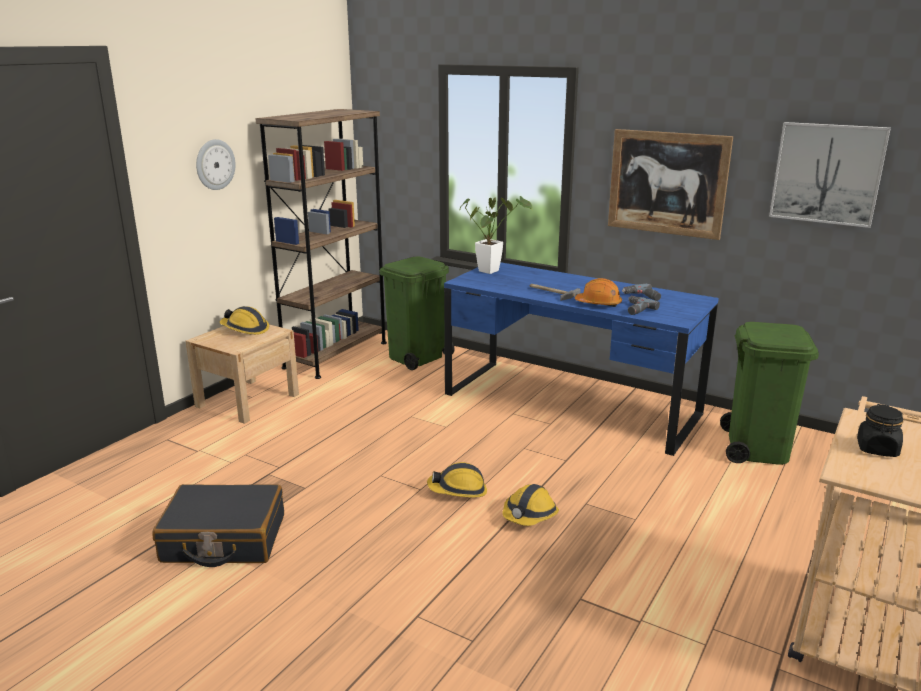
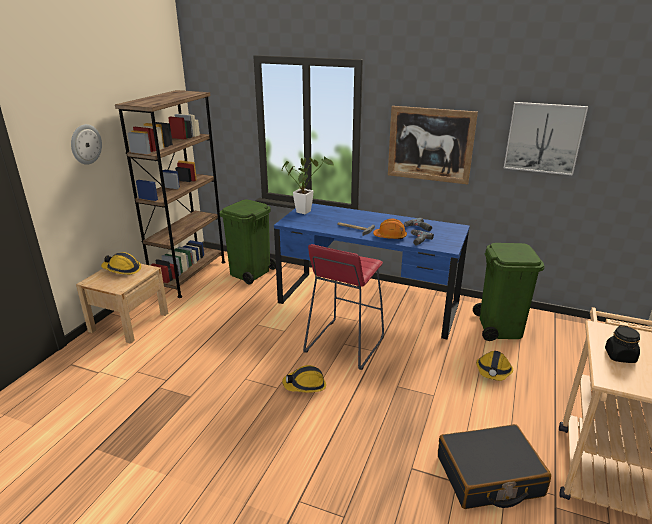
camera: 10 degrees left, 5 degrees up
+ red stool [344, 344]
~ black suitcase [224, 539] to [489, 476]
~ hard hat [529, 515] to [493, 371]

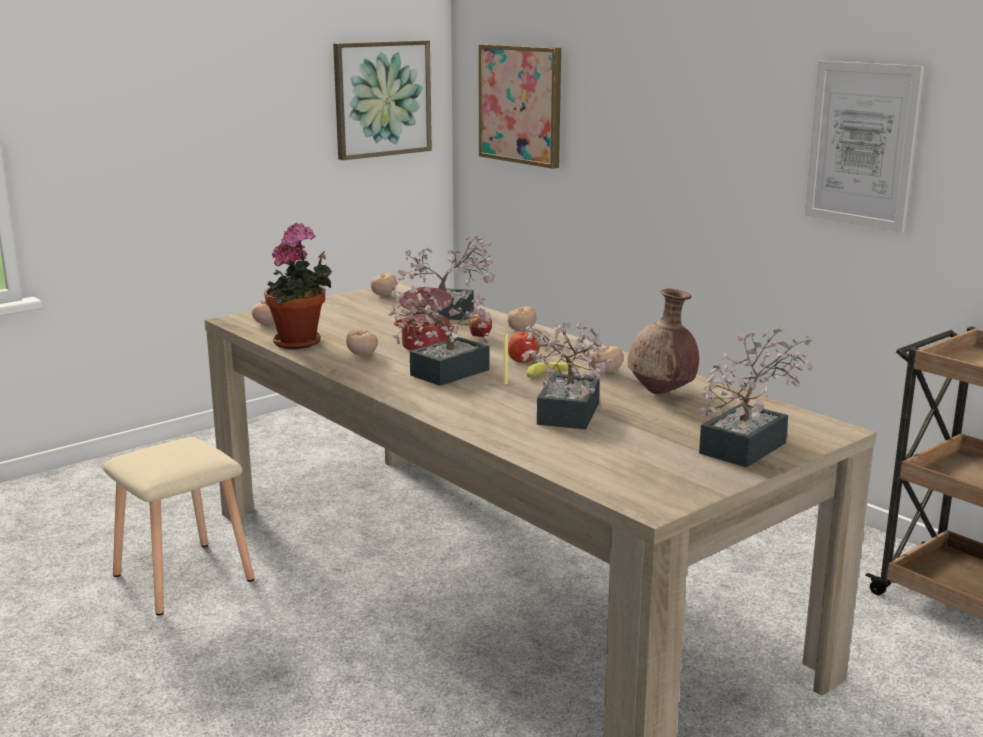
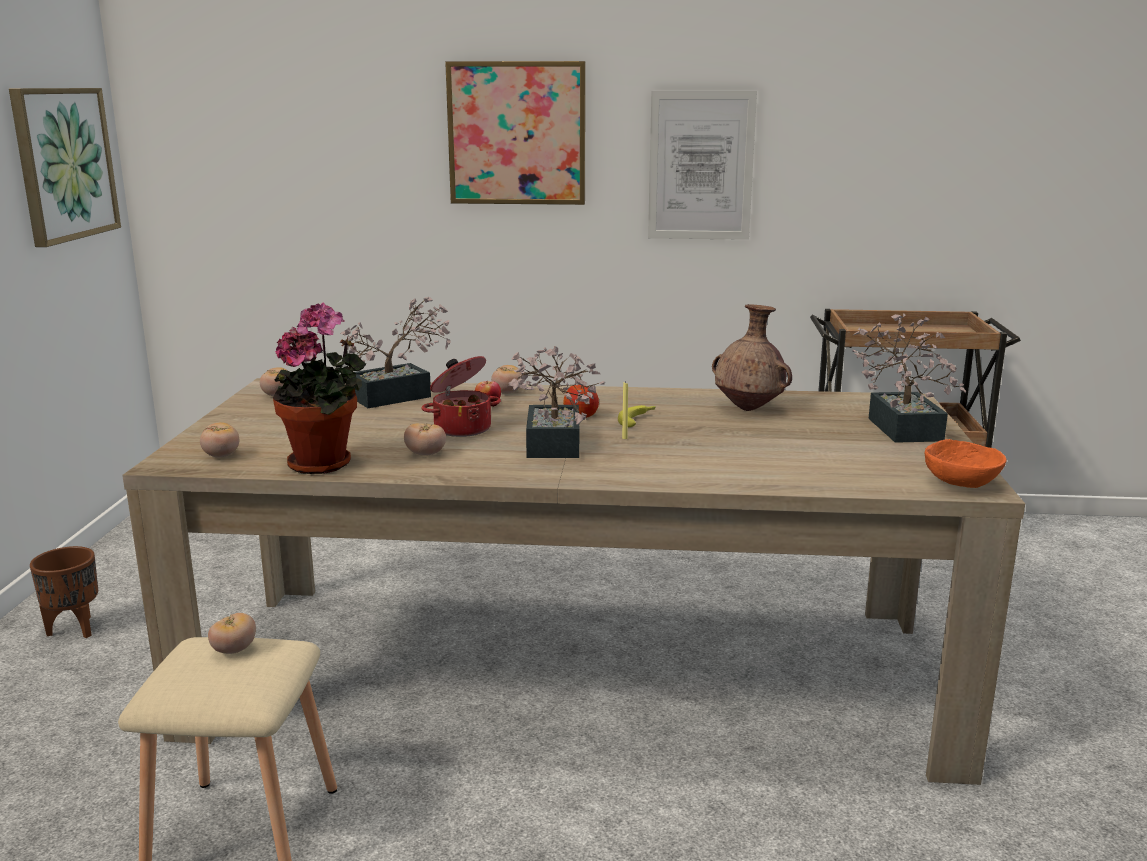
camera: 45 degrees left, 0 degrees up
+ brown planter [75, 630]
~ tomato [605, 372] to [234, 650]
~ picture [521, 104] to [517, 133]
+ orange bowl [960, 483]
- potted plant [565, 417]

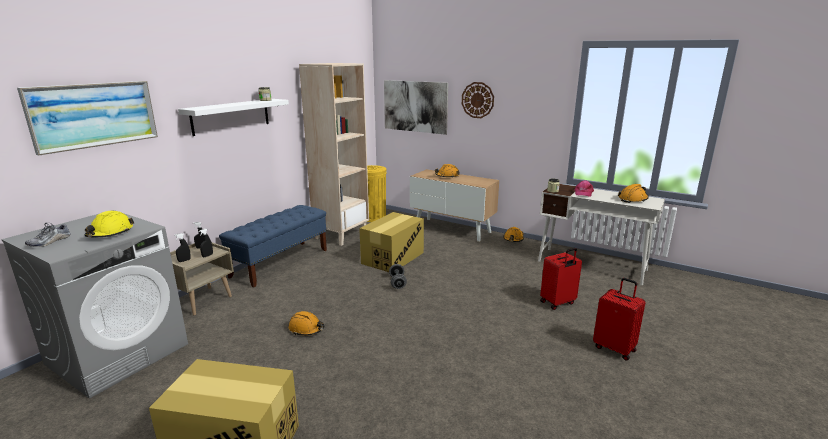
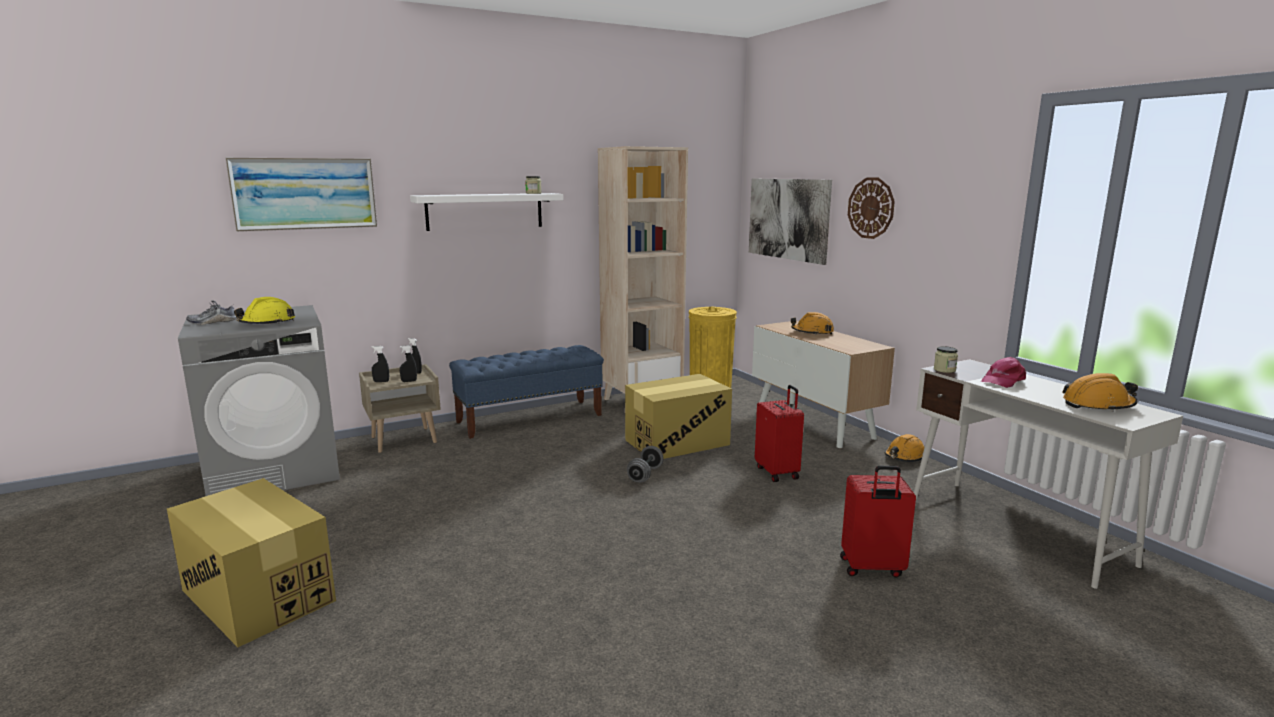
camera: 30 degrees right, 5 degrees down
~ red suitcase [614, 348] to [778, 472]
- orange hard hat [306, 329]

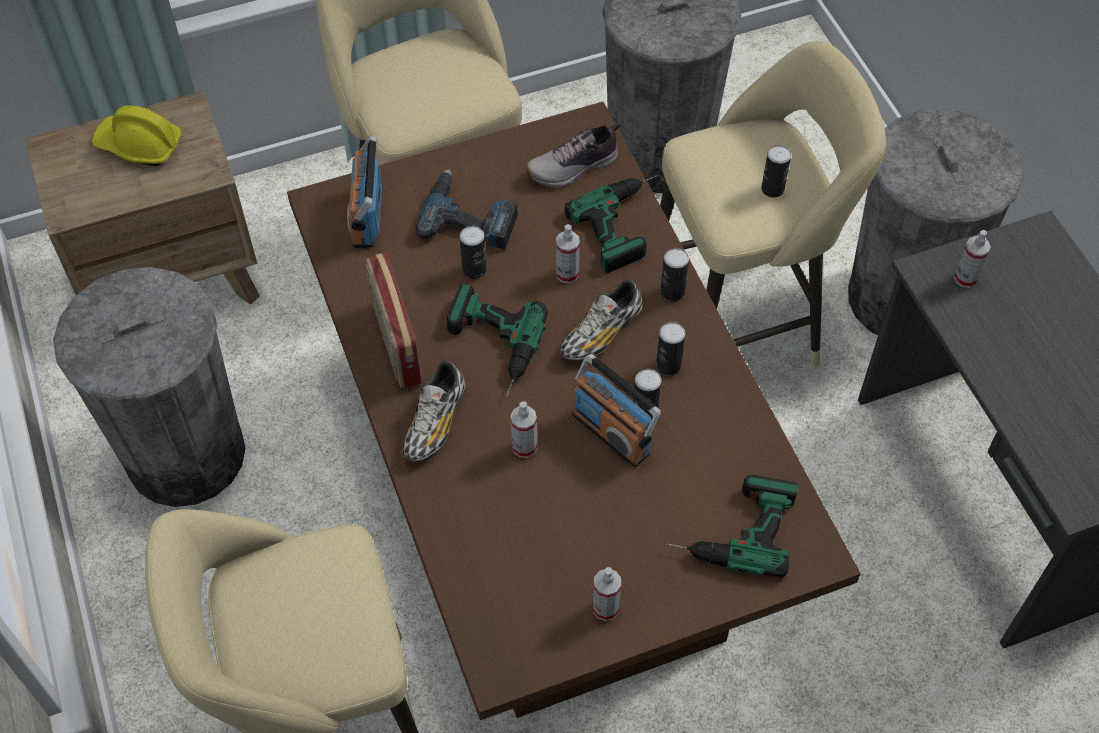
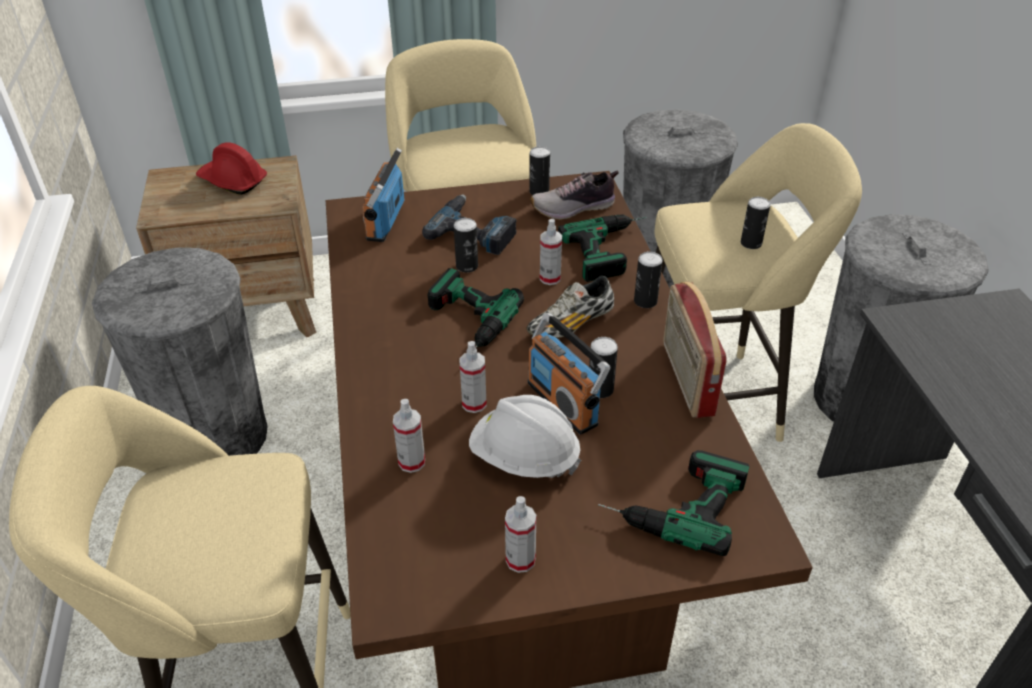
camera: 10 degrees right, 15 degrees down
~ yellow hard hat [139, 145] to red hard hat [232, 181]
~ spray bottle [965, 278] to [412, 462]
+ white hard hat [524, 458]
~ can [668, 365] to [539, 191]
~ radio [395, 343] to [686, 378]
- shoe [435, 423]

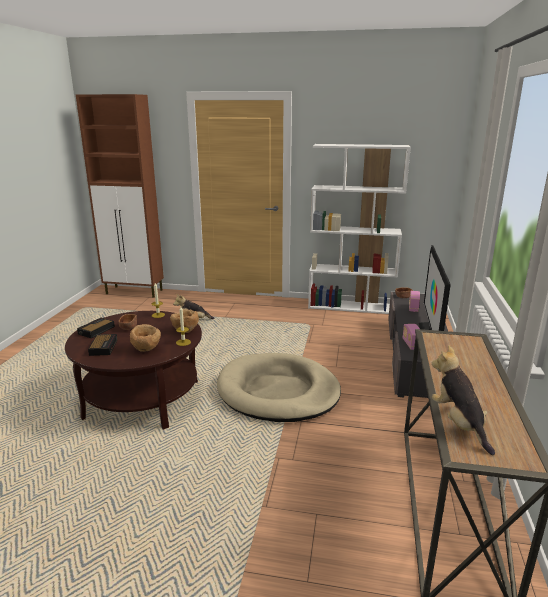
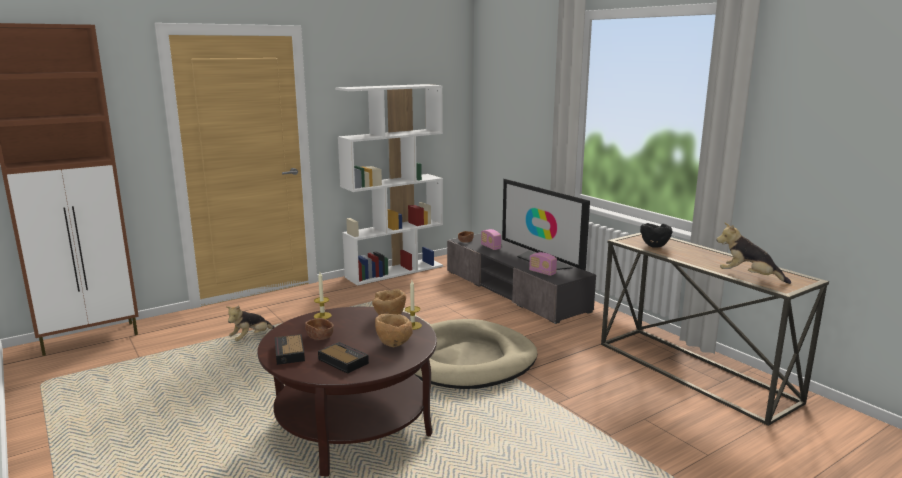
camera: 45 degrees left, 5 degrees down
+ black bowl [654, 246]

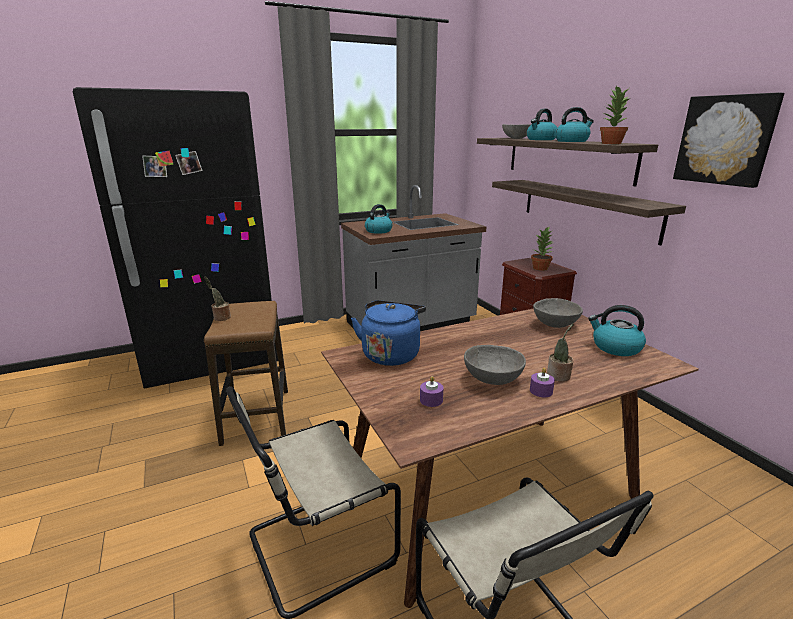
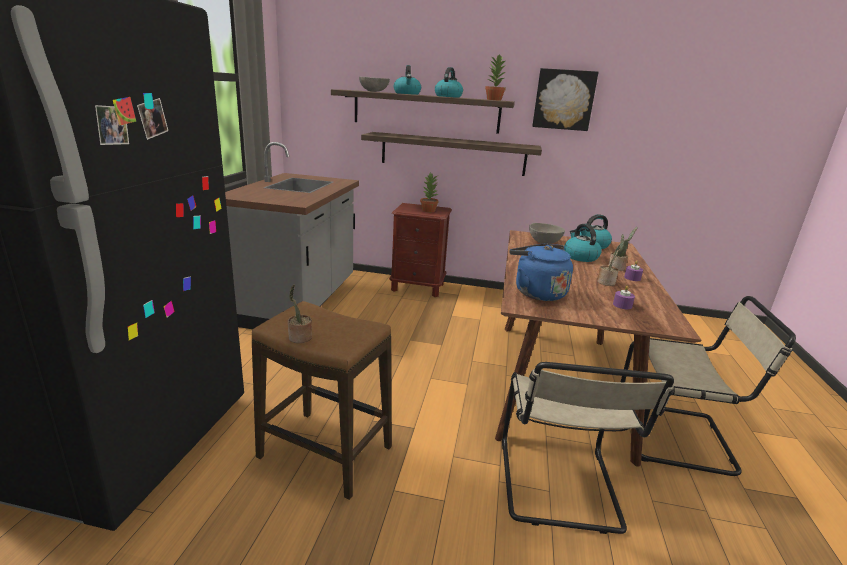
camera: 55 degrees left, 0 degrees up
~ kettle [378, 231] to [580, 257]
~ grey bowl [491, 379] to potted plant [607, 282]

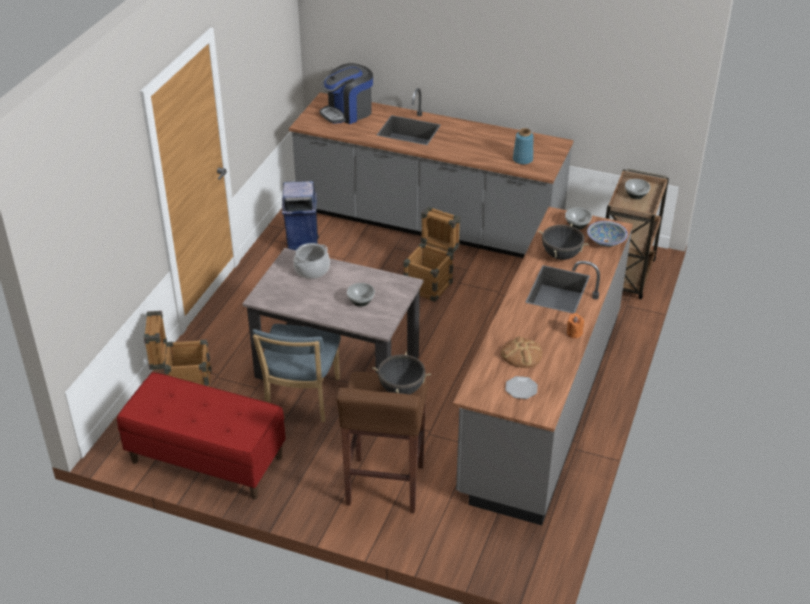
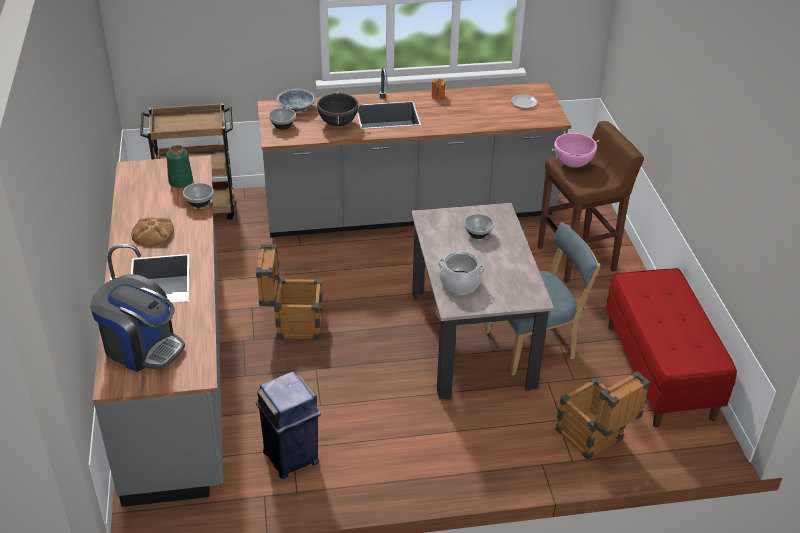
camera: 120 degrees left, 0 degrees up
~ bread [521, 354] to [153, 233]
~ blue vase [522, 159] to green vase [180, 182]
~ bowl [635, 195] to [199, 203]
~ black cooking pot [401, 389] to pink cooking pot [573, 164]

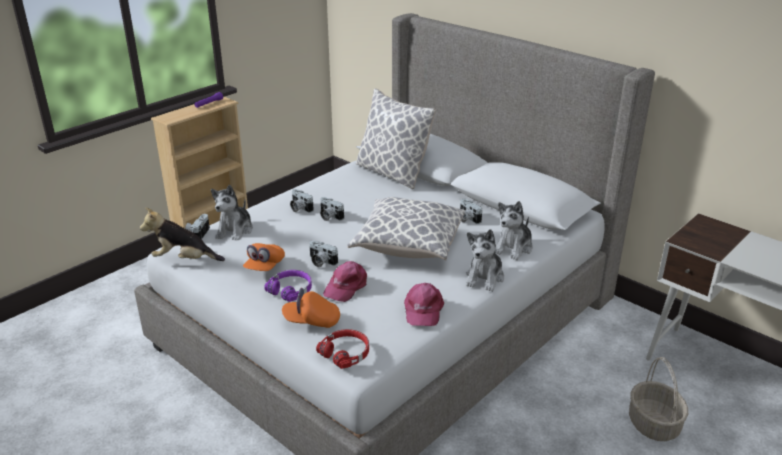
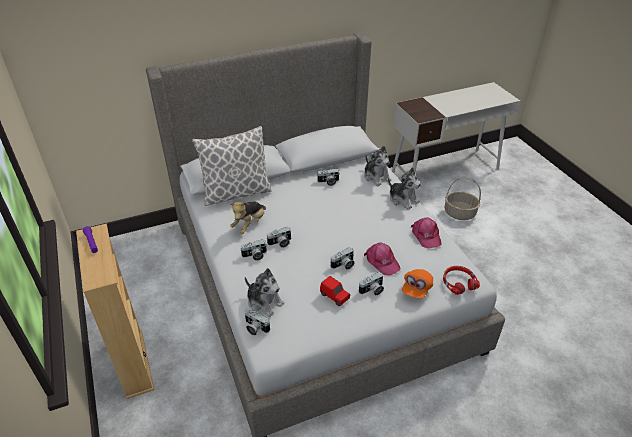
camera: 65 degrees left, 10 degrees up
~ plush toy [184, 259] to [249, 224]
~ orange cap [264, 267] to red toy car [335, 296]
~ purple headphones [291, 290] to photo camera [372, 290]
~ pink cap [423, 310] = [426, 235] 45 degrees clockwise
- pillow [408, 246]

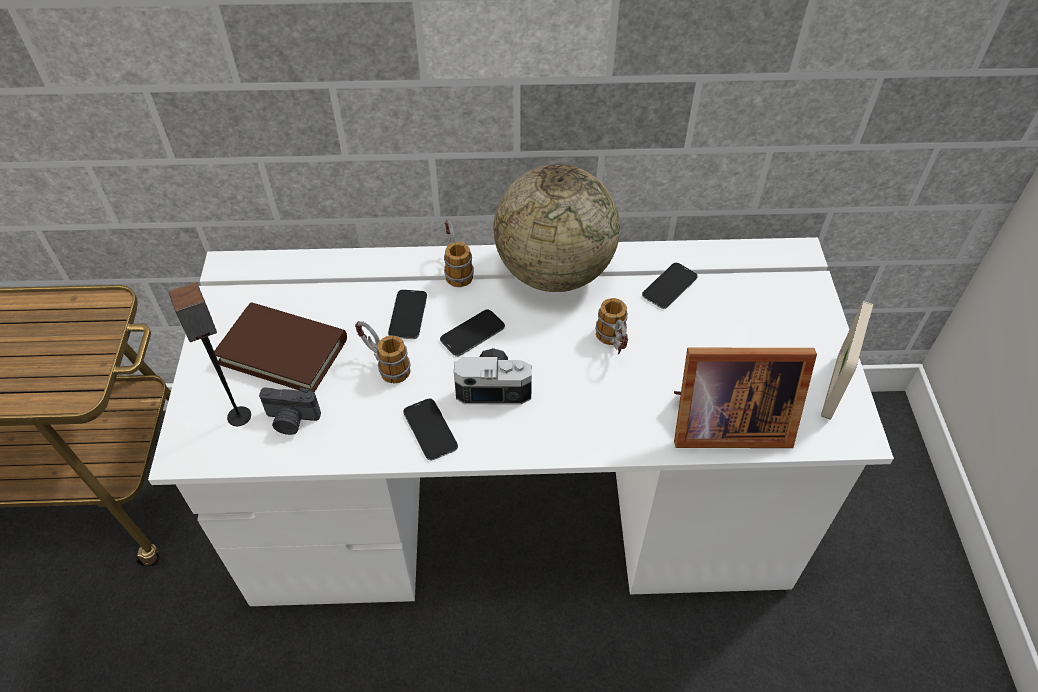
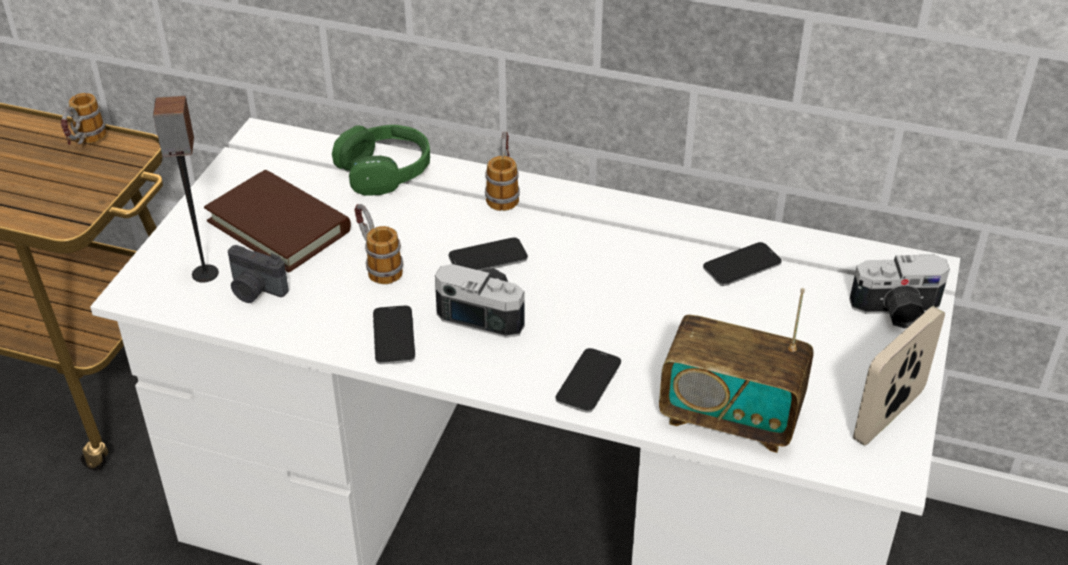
camera: 20 degrees right, 10 degrees down
~ mug [613, 345] to [85, 143]
+ green headphones [385, 171]
~ phone [408, 315] to [588, 381]
~ picture frame [724, 424] to radio [730, 417]
+ photo camera [897, 311]
- globe [554, 272]

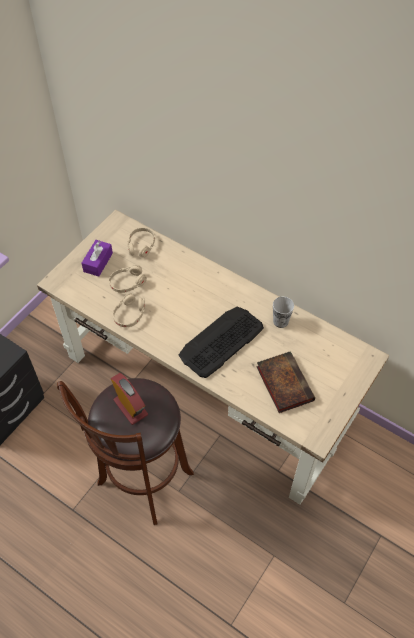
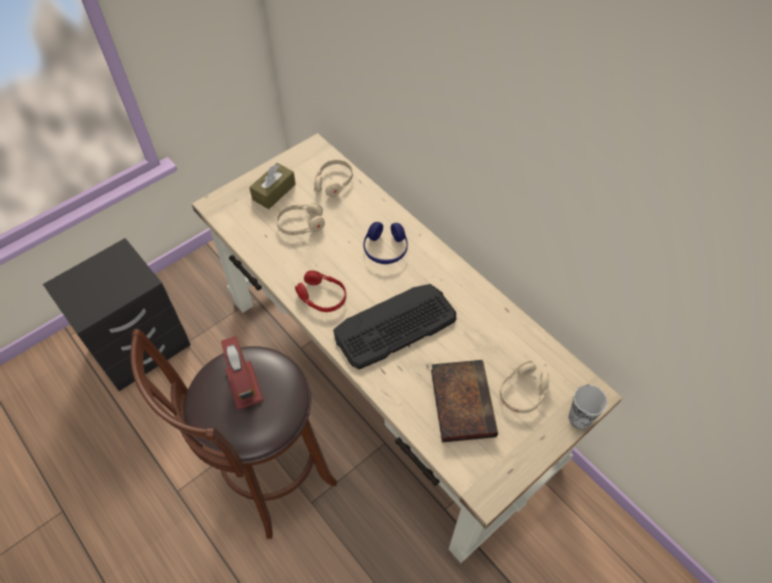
camera: 15 degrees right, 0 degrees up
~ purple tissue box [98, 262] to brown tissue box [274, 192]
+ red headphones [322, 297]
+ blue headphones [385, 249]
~ beige headphones [129, 314] to [523, 391]
~ cup [280, 321] to [579, 418]

